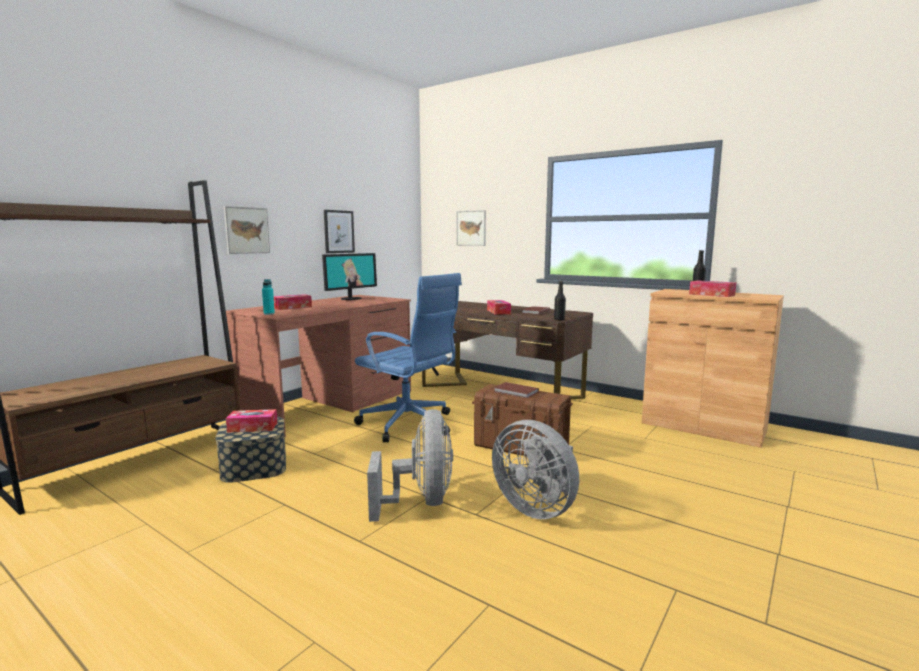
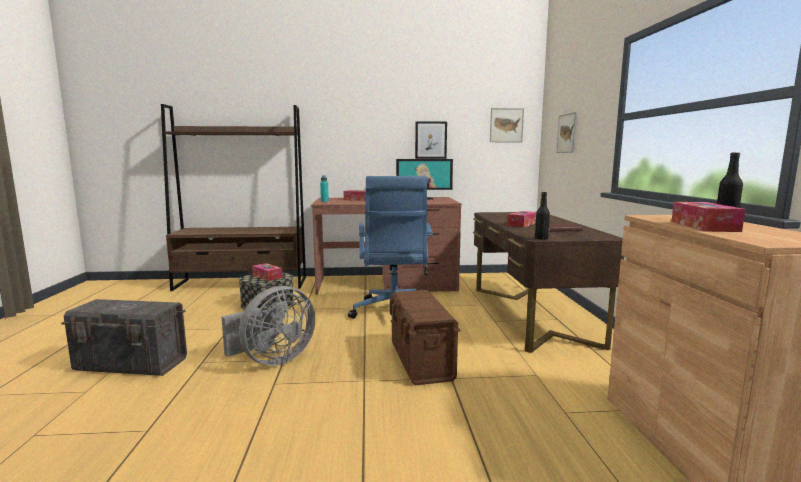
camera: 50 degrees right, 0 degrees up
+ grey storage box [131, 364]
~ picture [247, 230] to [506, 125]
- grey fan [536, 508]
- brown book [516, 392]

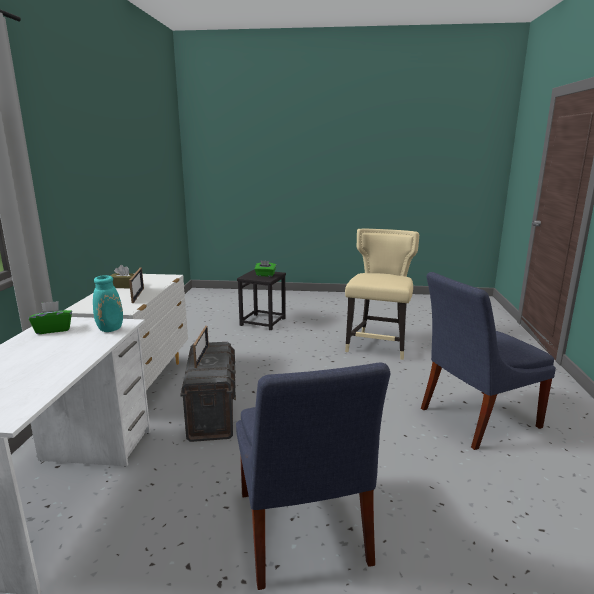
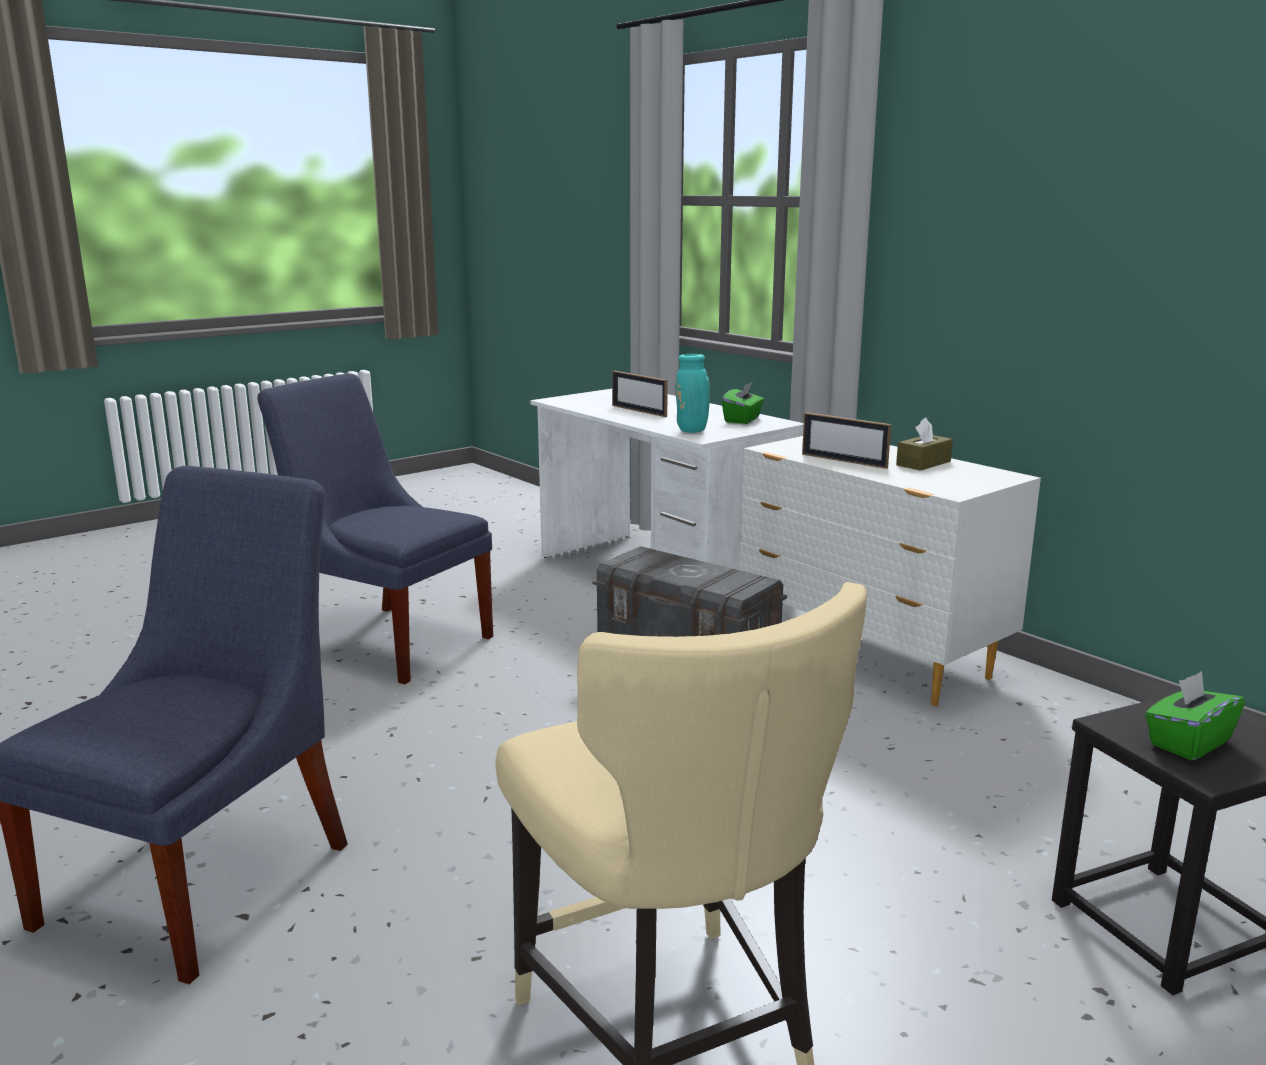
camera: 135 degrees right, 0 degrees up
~ picture frame [201, 356] to [639, 411]

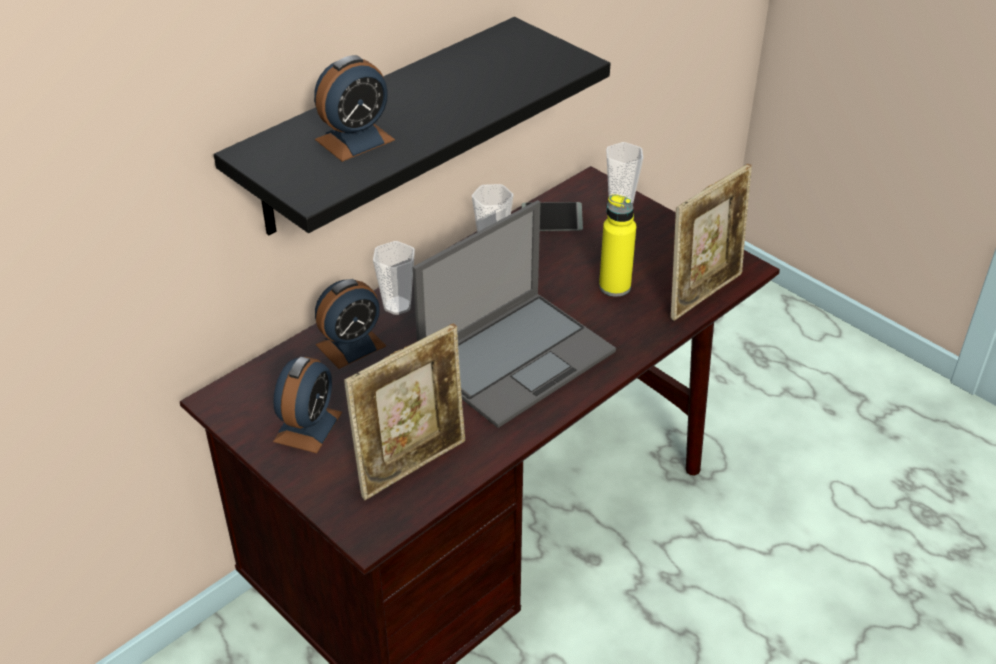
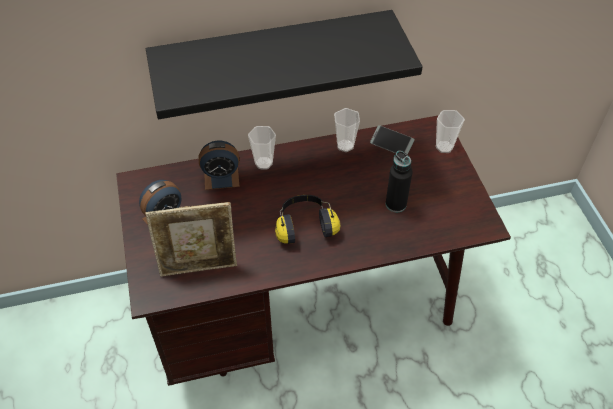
camera: 30 degrees right, 10 degrees up
~ laptop [518, 356] to headphones [305, 225]
~ yellow bottle [614, 286] to black bottle [396, 204]
- alarm clock [355, 140]
- picture frame [703, 293]

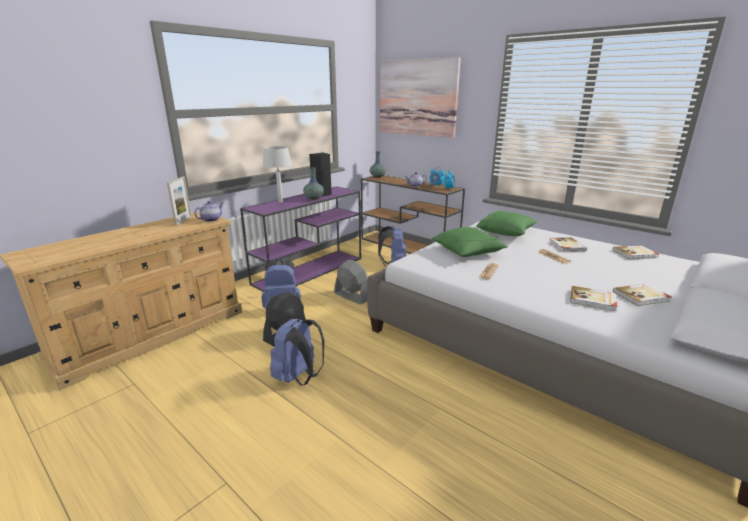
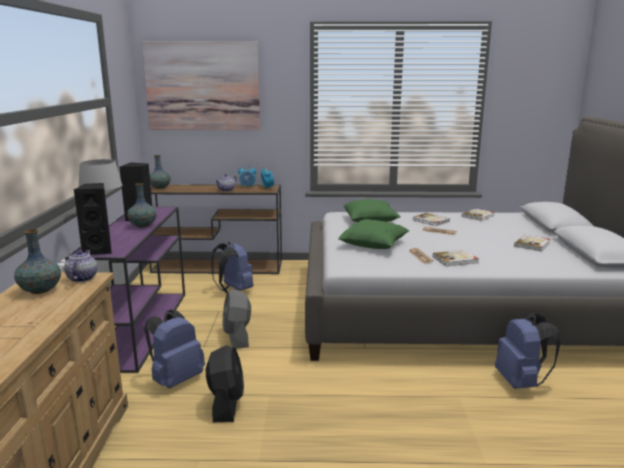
camera: 40 degrees left, 5 degrees down
~ picture frame [183, 221] to vase [40, 290]
+ black speaker [99, 250]
~ grey fan [351, 296] = [237, 337] 105 degrees counterclockwise
~ book [593, 300] to [455, 260]
~ blue backpack [299, 377] to [521, 382]

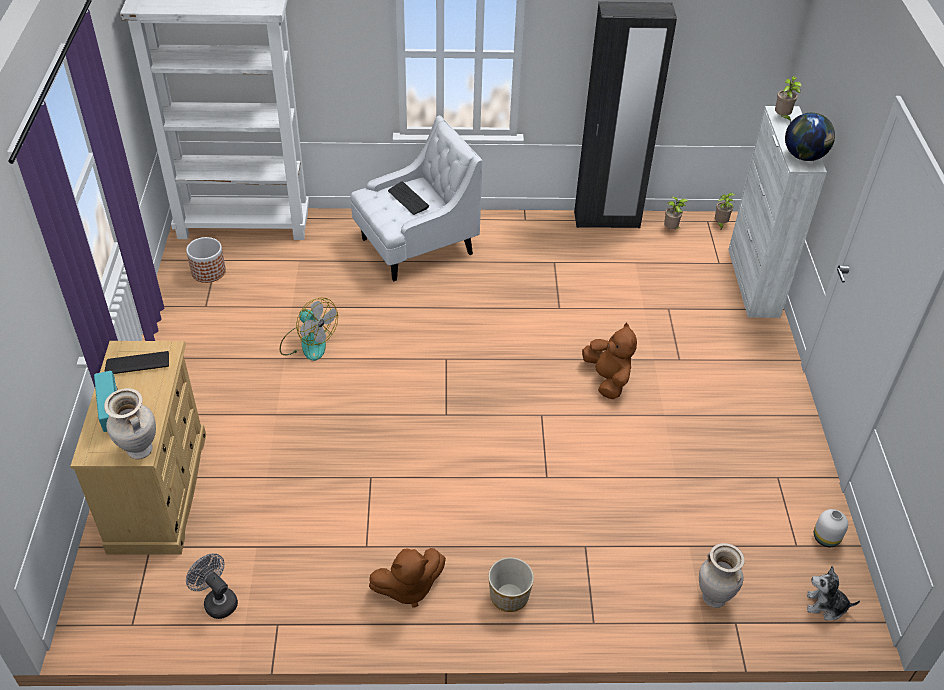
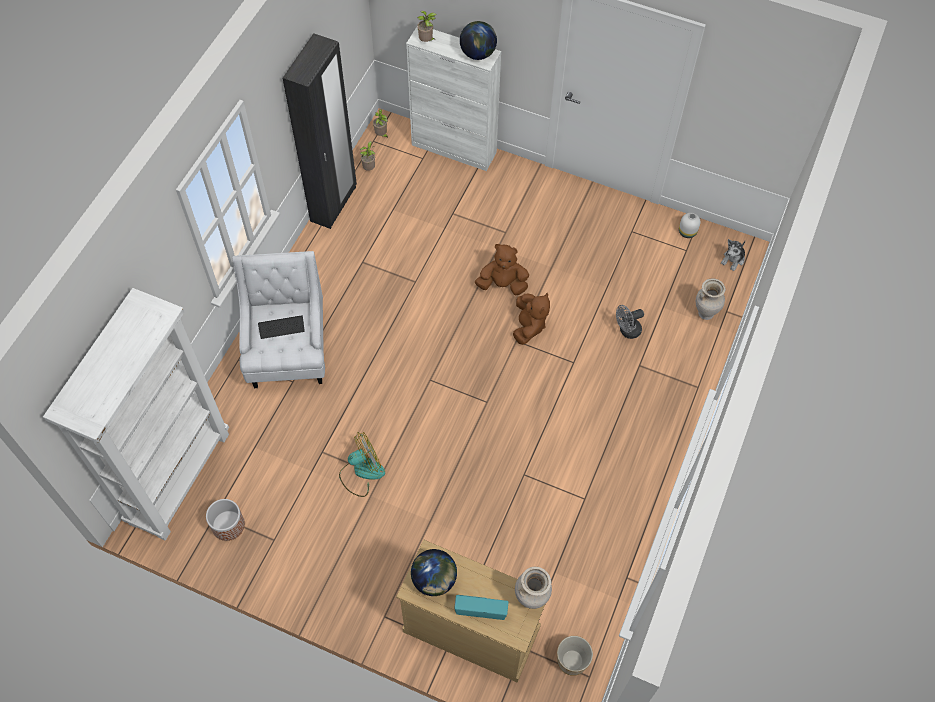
camera: 65 degrees left, 15 degrees up
~ keyboard [138, 363] to globe [434, 580]
~ brown plush toy [408, 588] to [528, 326]
~ planter [509, 597] to [572, 661]
~ grey fan [217, 601] to [627, 331]

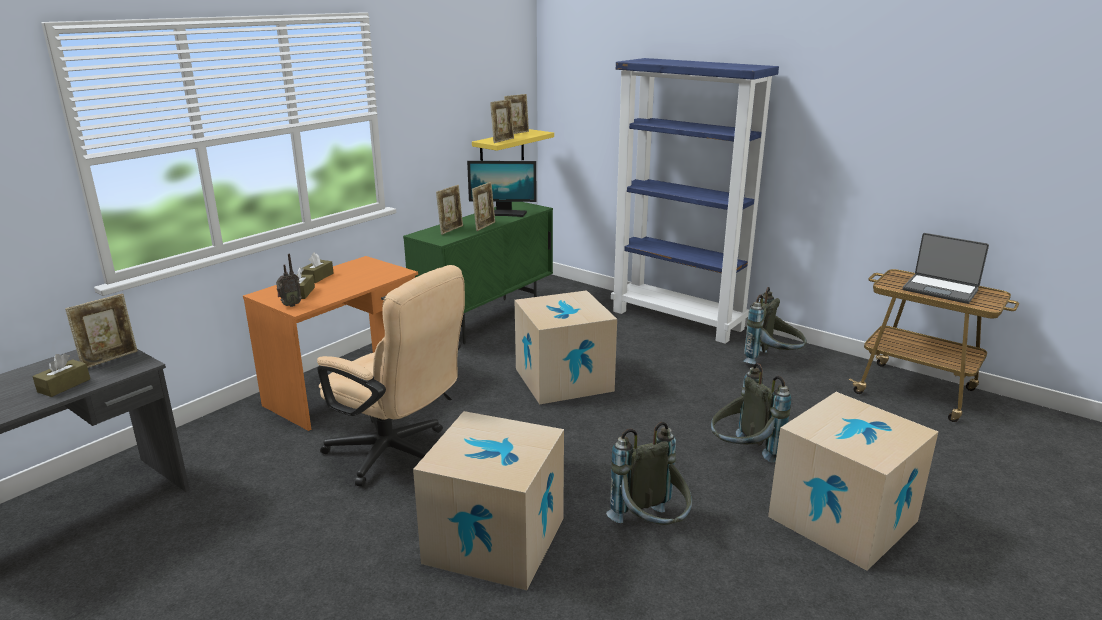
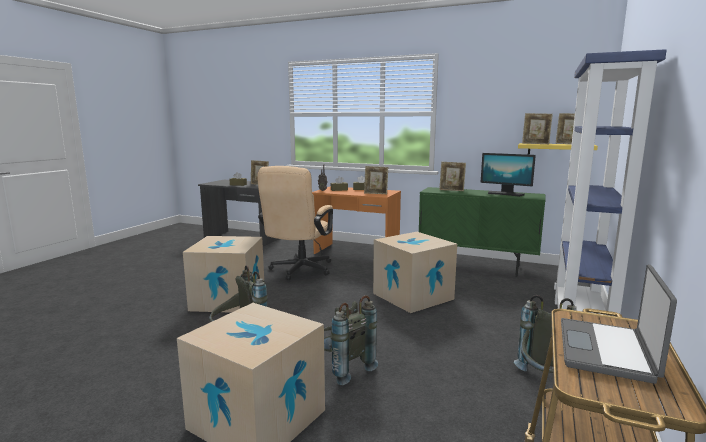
camera: 75 degrees right, 10 degrees down
~ picture frame [484, 226] to [376, 193]
~ monitor [503, 213] = [505, 194] 45 degrees counterclockwise

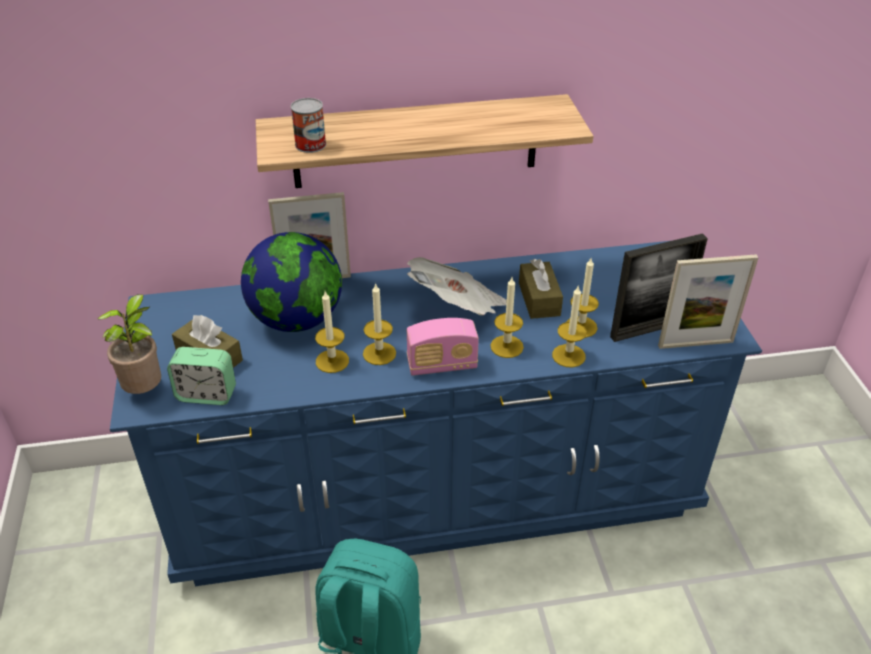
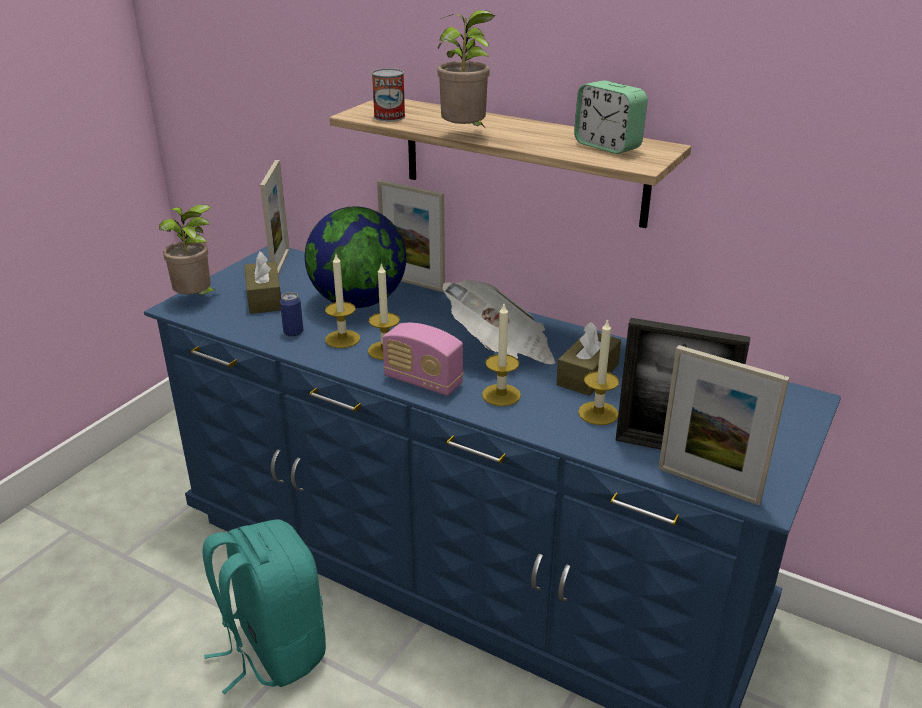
camera: 40 degrees right, 10 degrees down
+ picture frame [281, 264]
+ can [293, 332]
+ potted plant [466, 135]
~ alarm clock [206, 394] to [607, 146]
- candle [568, 355]

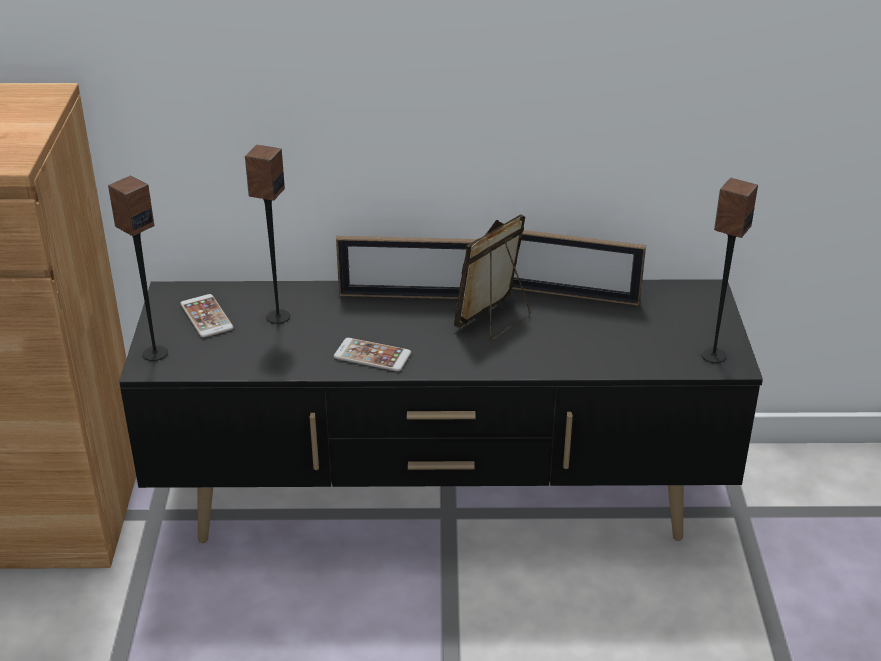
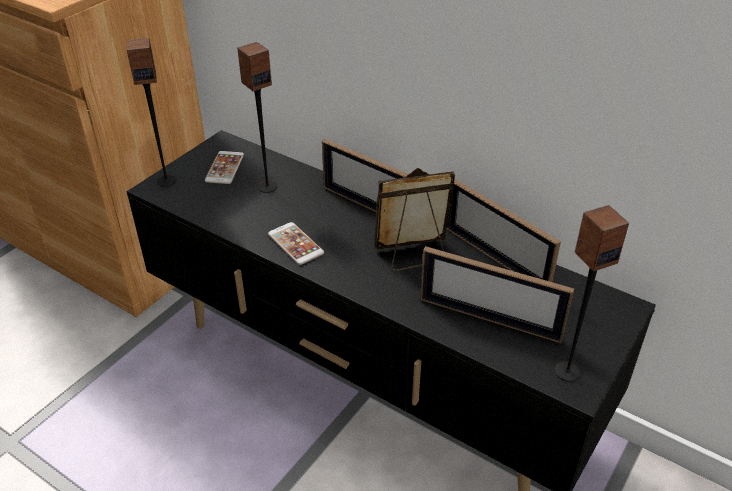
camera: 35 degrees right, 5 degrees up
+ picture frame [489, 319]

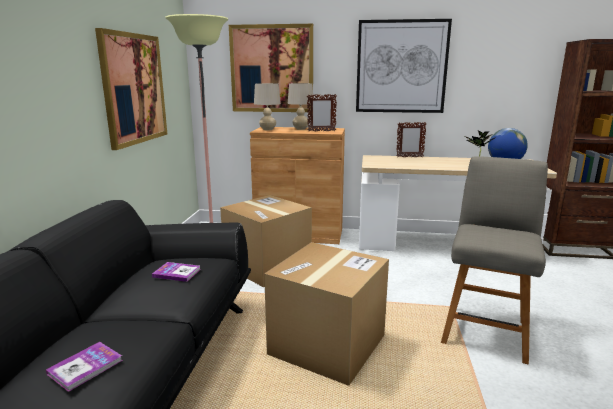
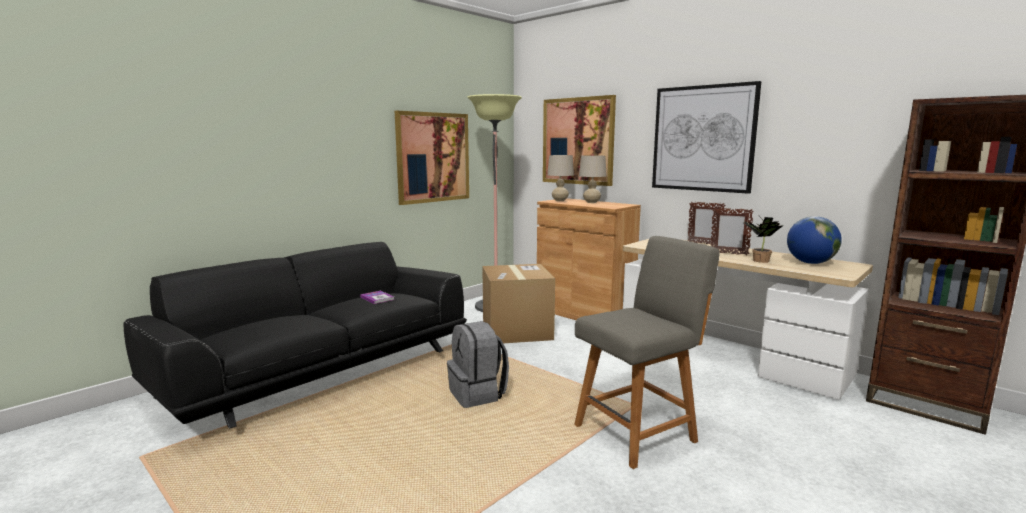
camera: 35 degrees right, 5 degrees down
~ cardboard box [327, 345] to grey backpack [478, 394]
~ picture frame [321, 131] to [728, 253]
- book [85, 367]

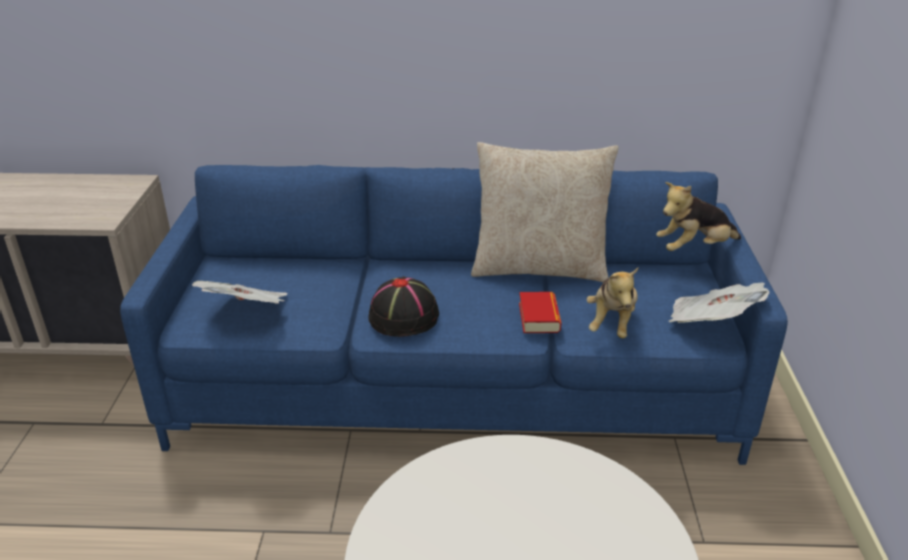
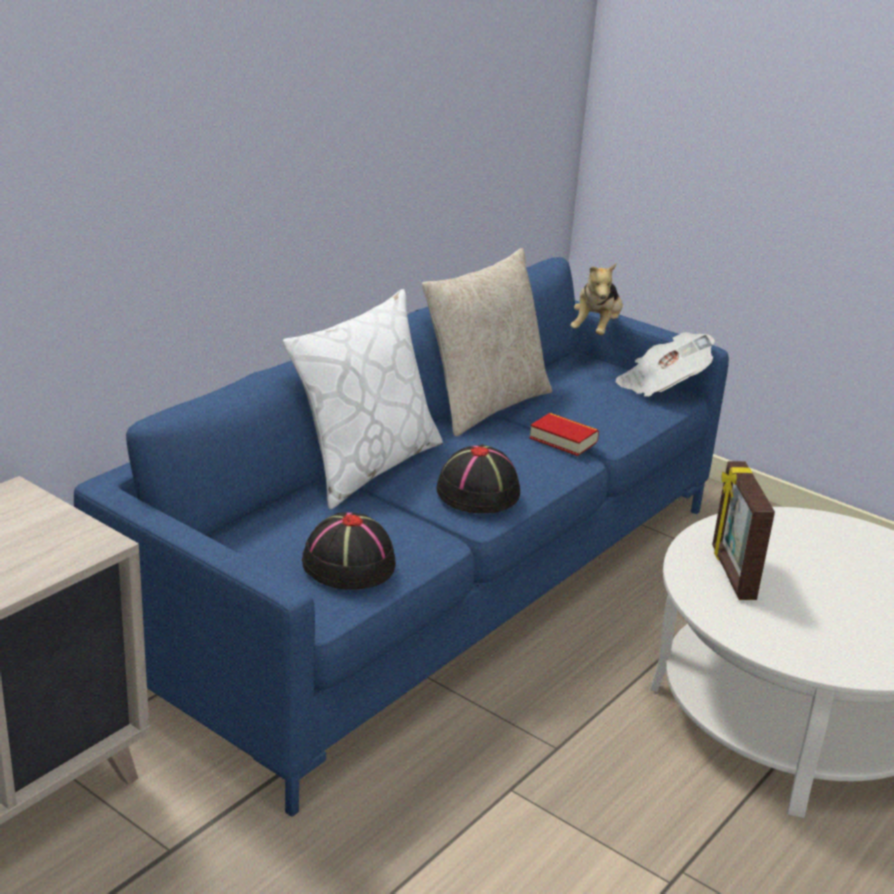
camera: 55 degrees left, 5 degrees down
+ white pillow [365, 465]
~ newspaper [247, 311] to black hat [348, 564]
+ picture frame [731, 573]
- plush toy [612, 323]

